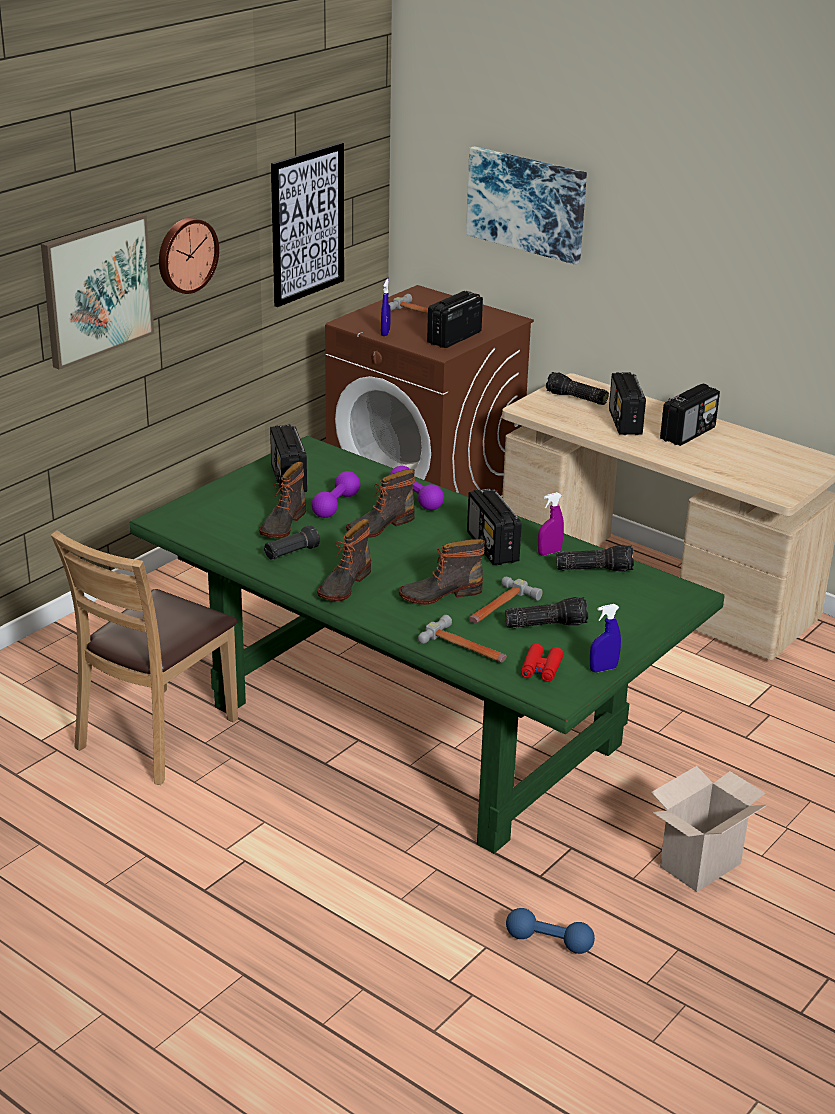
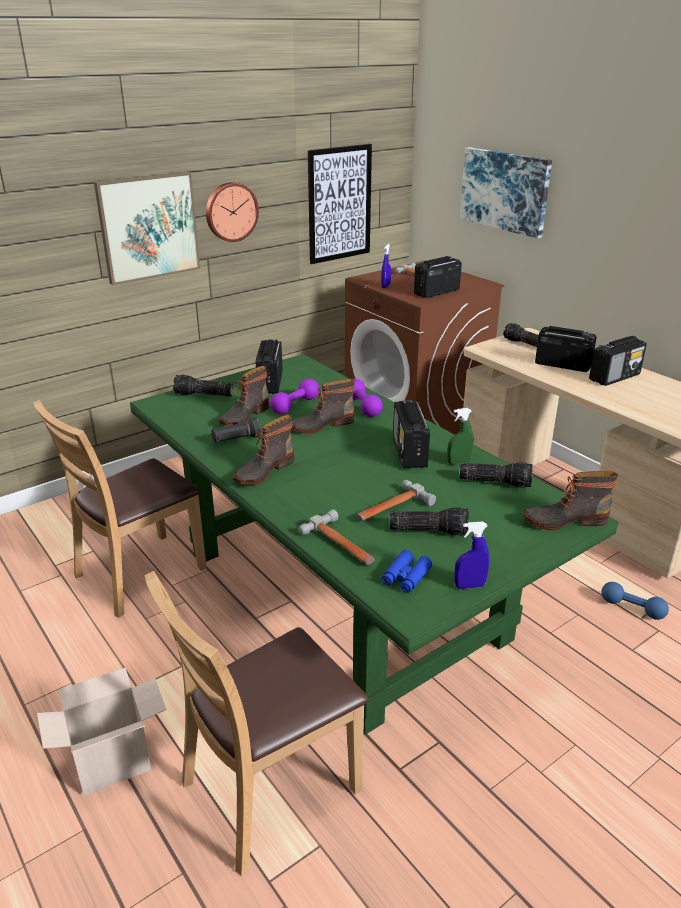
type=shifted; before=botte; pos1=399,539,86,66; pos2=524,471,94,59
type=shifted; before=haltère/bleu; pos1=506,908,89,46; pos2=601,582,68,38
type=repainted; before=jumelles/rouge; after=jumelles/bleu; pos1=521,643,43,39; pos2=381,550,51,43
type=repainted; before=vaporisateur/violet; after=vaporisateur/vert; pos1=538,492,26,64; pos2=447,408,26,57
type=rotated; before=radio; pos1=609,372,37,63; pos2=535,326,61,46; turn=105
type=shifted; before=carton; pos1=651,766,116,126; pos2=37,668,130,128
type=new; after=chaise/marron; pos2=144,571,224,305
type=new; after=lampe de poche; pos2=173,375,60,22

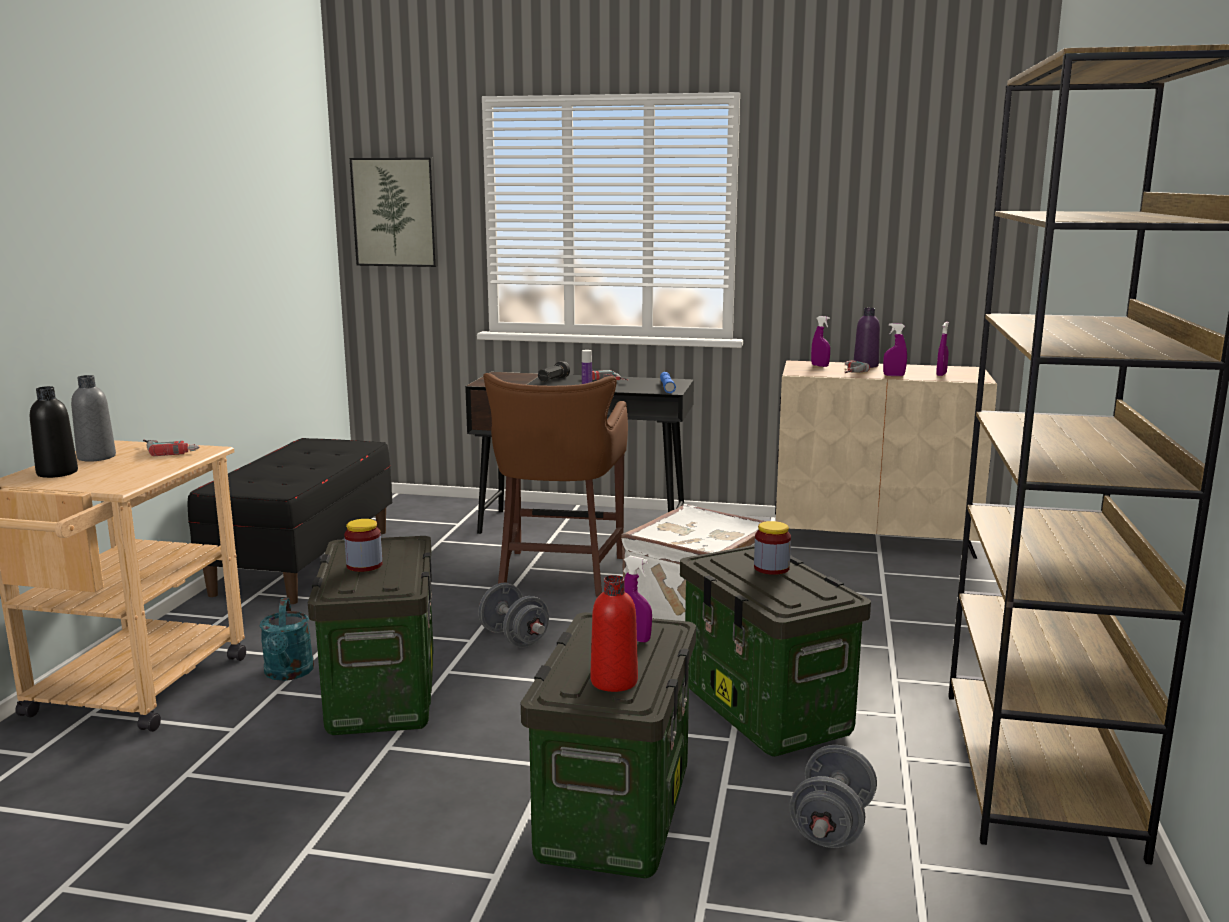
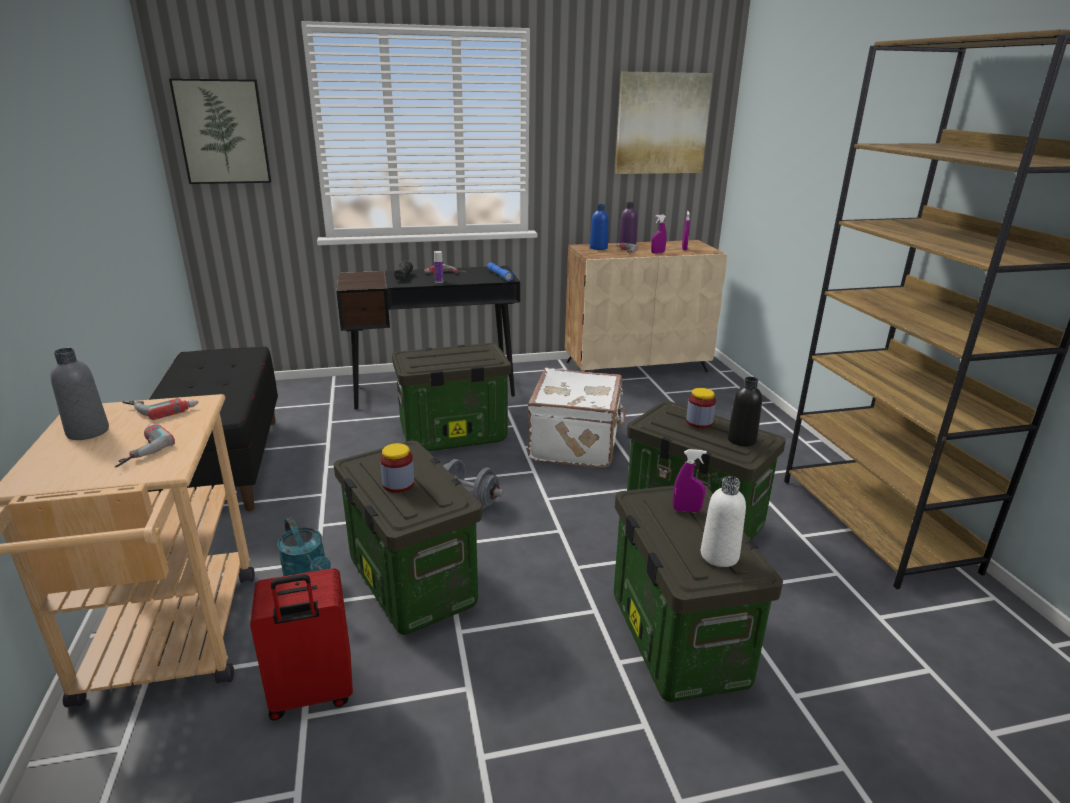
type=shifted; before=bouteille/noir; pos1=30,386,48,92; pos2=727,377,35,69
type=swapped; before=tabouret/marron; after=boîte de rangement; pos1=483,373,145,224; pos2=392,343,119,108
type=repainted; before=bouteille/rouge; after=bouteille/blanc; pos1=590,575,48,117; pos2=701,476,45,91
type=gone; before=haltère/gris; pos1=789,745,88,103
type=swapped; before=vaporisateur/violet; after=bouteille/bleu; pos1=811,316,19,51; pos2=590,204,19,46
type=new; after=perceuse; pos2=115,423,60,45
type=new; after=valise/rouge; pos2=250,568,103,152
type=new; after=tableau; pos2=615,72,98,102

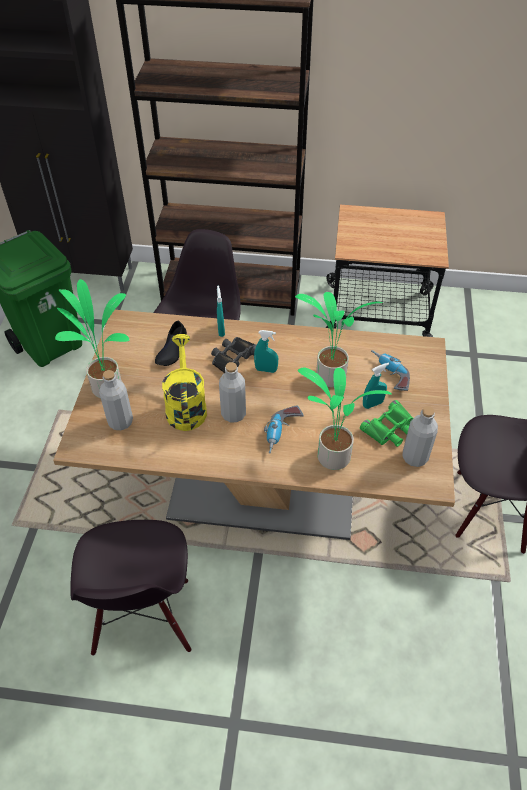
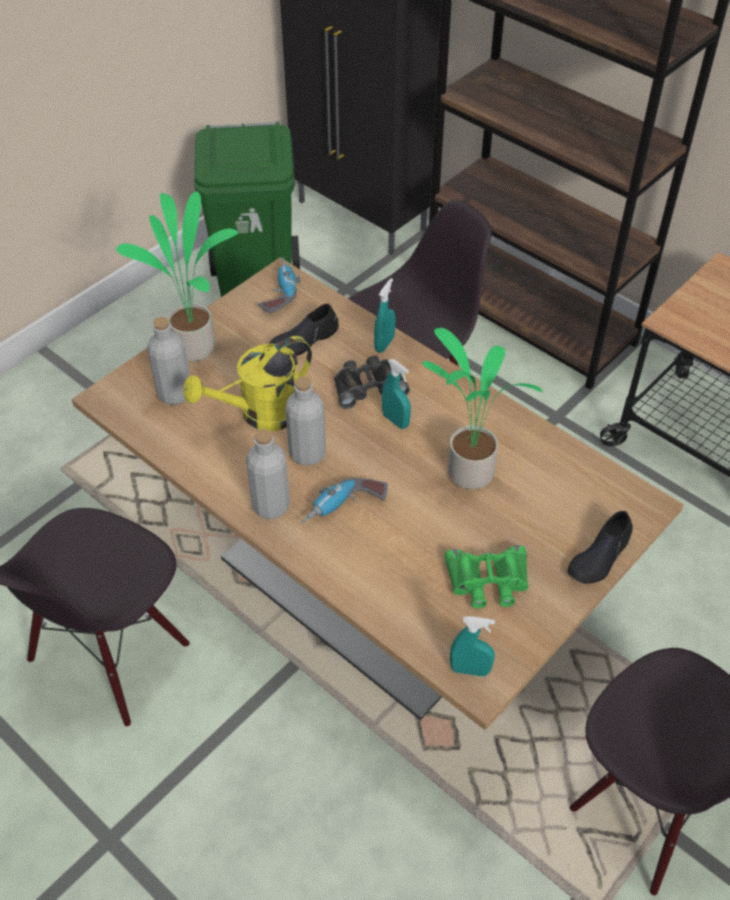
type=rotated; before=arrosoir/jaune; pos1=162,334,45,97; pos2=183,336,129,95; turn=-150
type=gone; before=plante en pot; pos1=298,367,94,103
type=shifted; before=vaporisateur/turquoise; pos1=363,363,26,46; pos2=450,616,45,60
type=shifted; before=perceuse; pos1=371,350,39,41; pos2=258,258,42,55
type=shifted; before=bouteille/gris; pos1=402,406,36,61; pos2=246,429,44,90
type=new; after=chaussure/noir; pos2=568,511,65,73

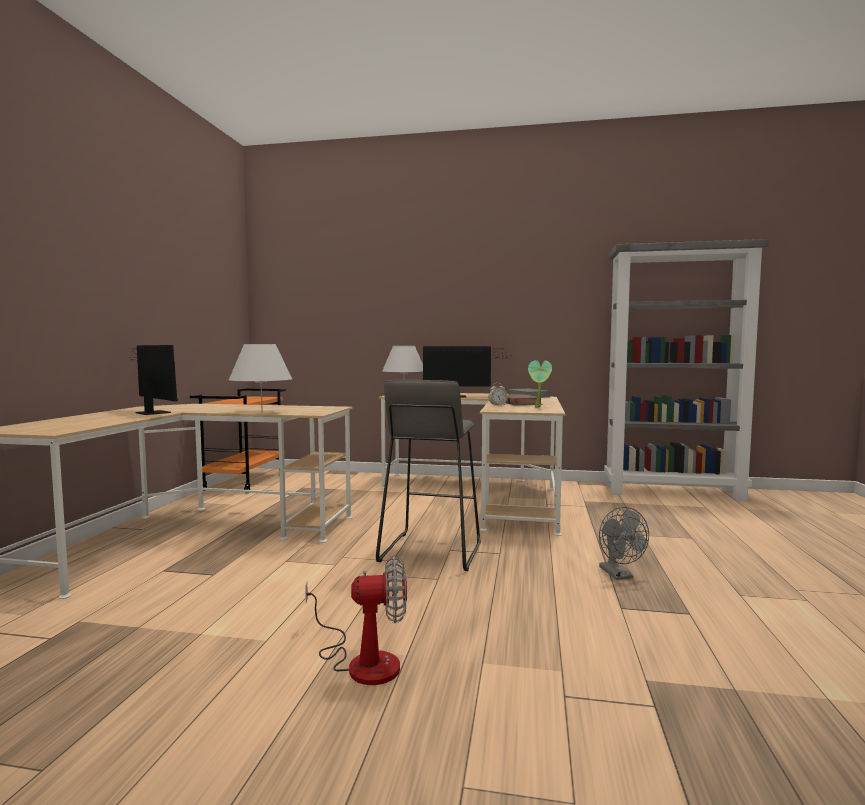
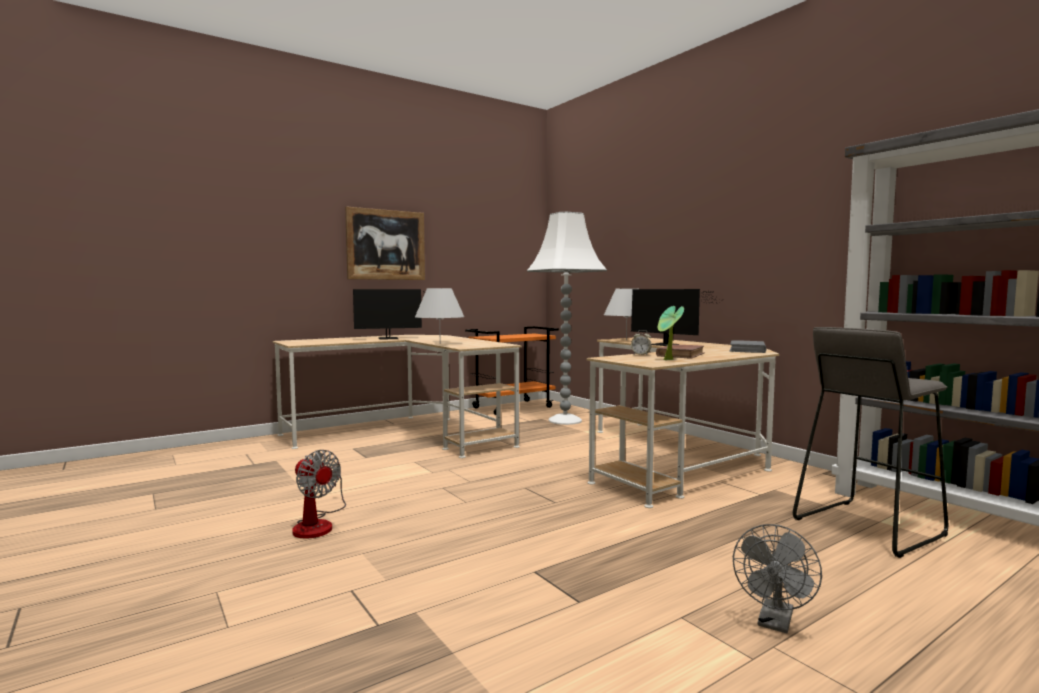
type=rotated; before=écran d'ordinateur; pos1=131,345,47,70; pos2=353,289,71,51; turn=75
type=shifted; before=tabouret/gris; pos1=376,380,105,191; pos2=793,327,155,231
type=shifted; before=ventilateur/gris; pos1=599,507,50,73; pos2=733,524,89,109
type=new; after=tableau; pos2=345,206,80,74
type=new; after=lampadaire/blanc; pos2=527,212,80,213

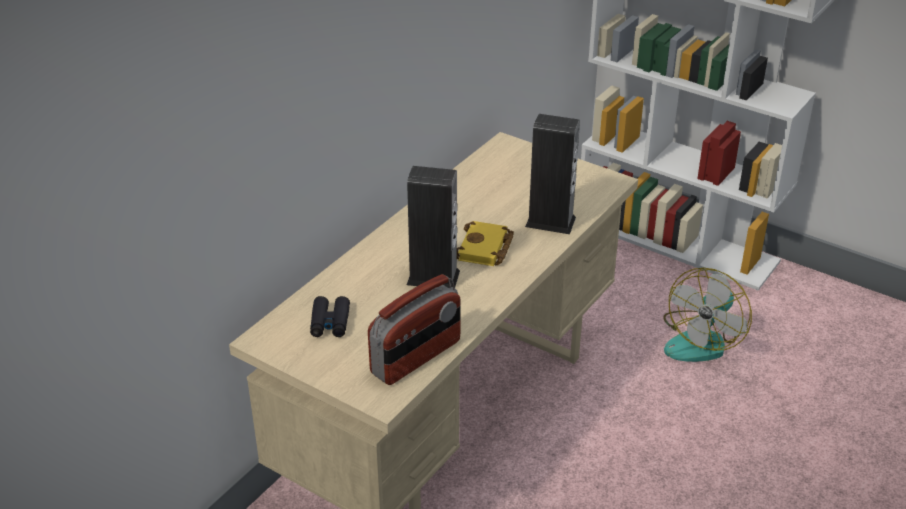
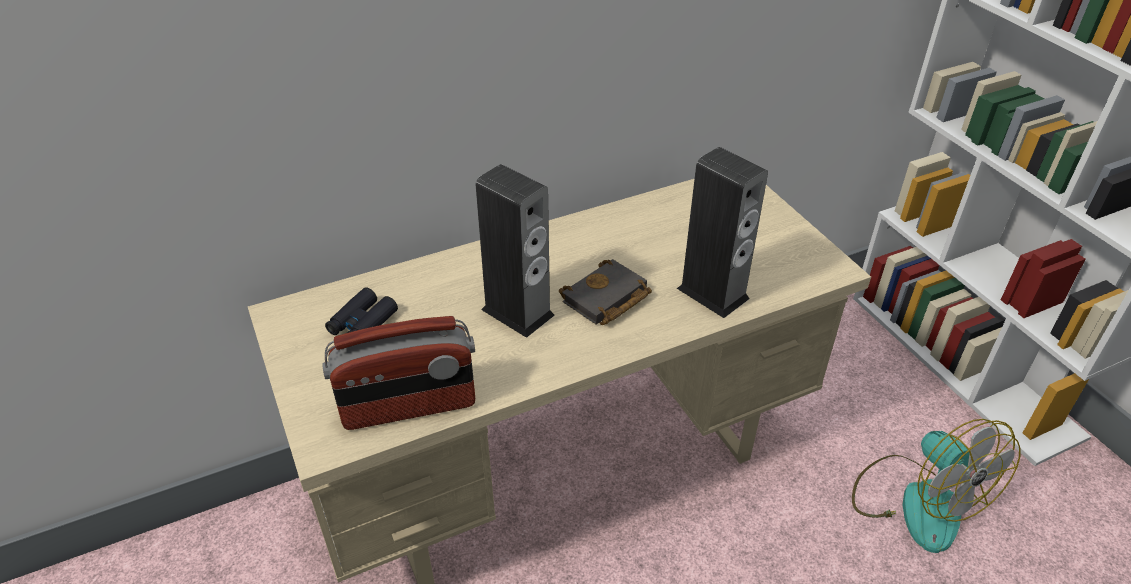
type=repainted; before=livre/jaune; after=livre/noir; pos1=457,221,57,45; pos2=559,259,93,66
type=rotated; before=ventilateur; pos1=663,268,89,94; pos2=852,419,169,134; turn=-90

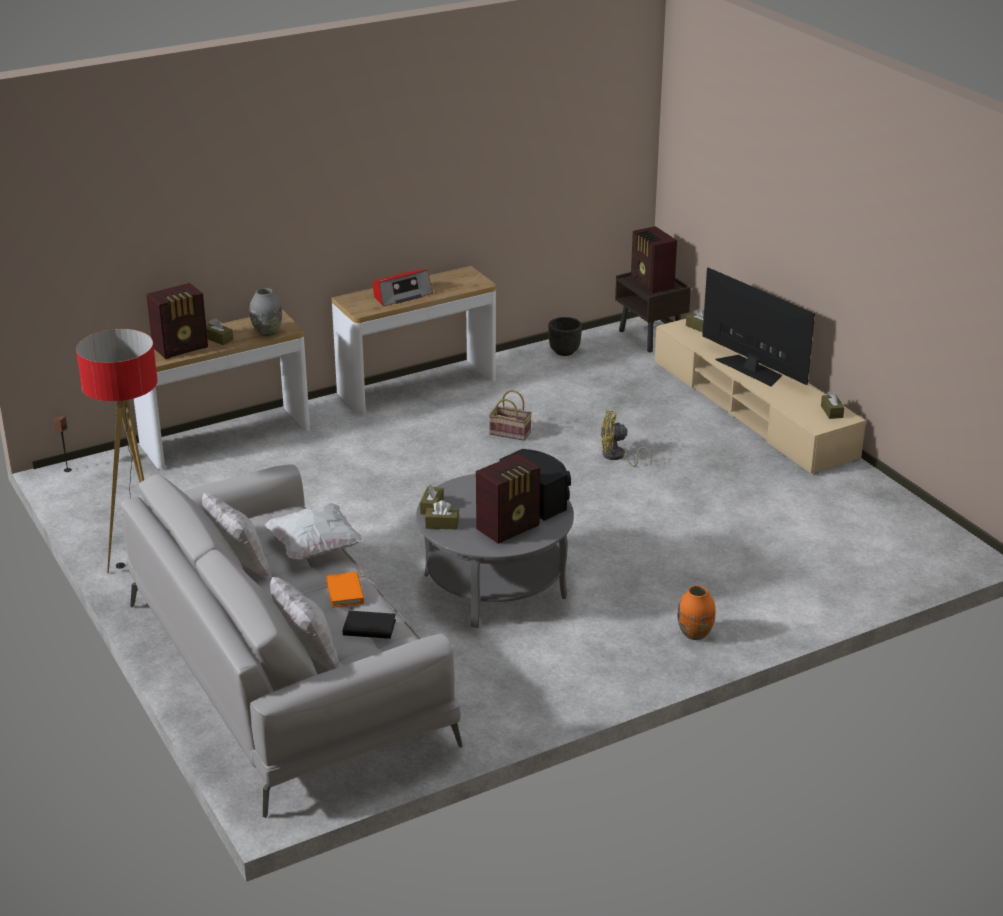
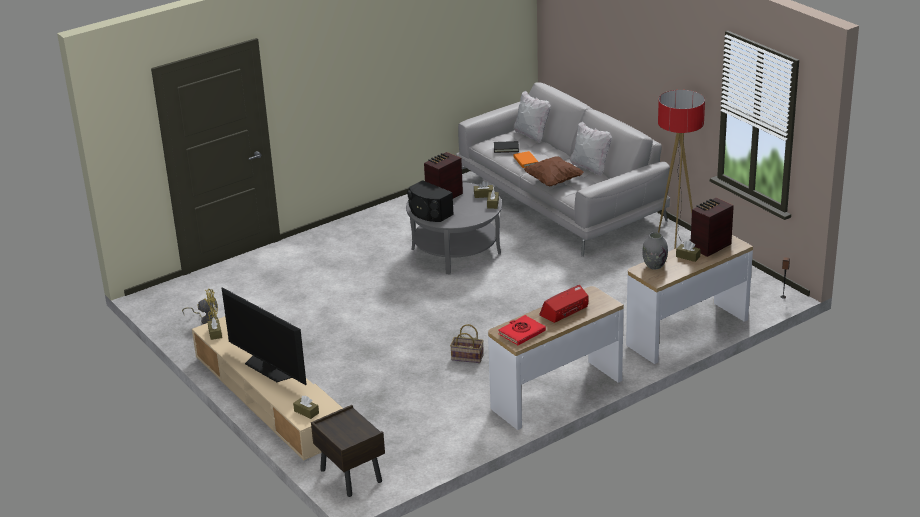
type=repainted; before=coussin/blanc; after=coussin/marron; pos1=265,503,97,58; pos2=524,156,60,30
type=gone; before=cache-pot/noir; pos1=548,317,34,39
type=shifted; before=ventilateur/jaune; pos1=601,410,51,57; pos2=182,289,36,35
type=gone; before=radio; pos1=631,226,46,68
type=gone; before=vase/orange; pos1=677,585,38,55
type=new; after=livre/rouge; pos2=498,315,48,30

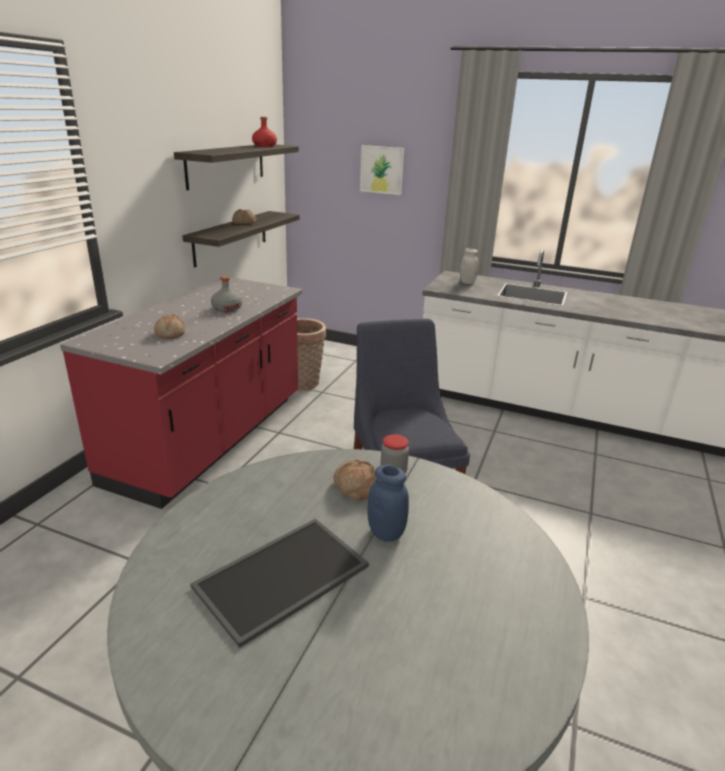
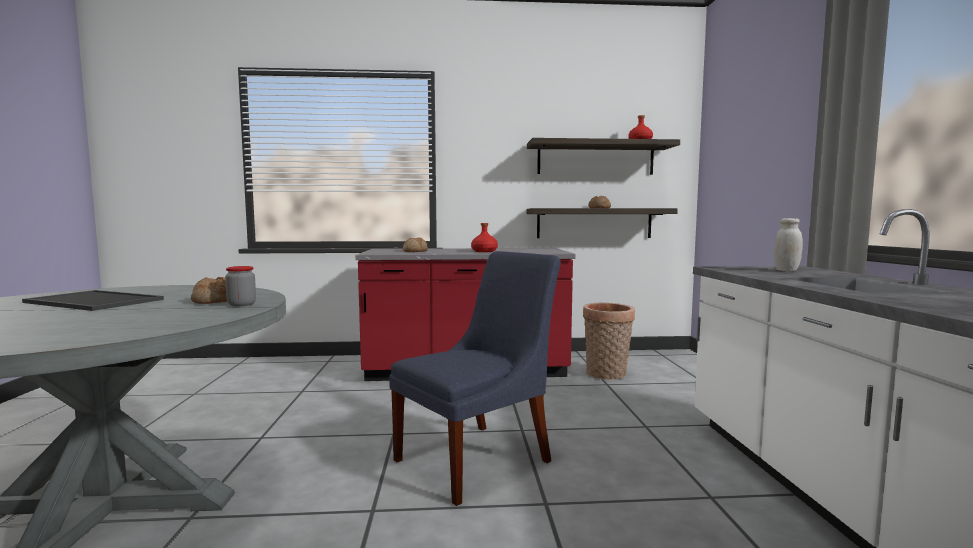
type=repainted; before=bouteille/gris; after=bouteille/rouge; pos1=211,276,31,36; pos2=471,223,27,29
type=gone; before=tableau; pos1=360,145,44,50
type=gone; before=bocal/bleu; pos1=367,464,42,78

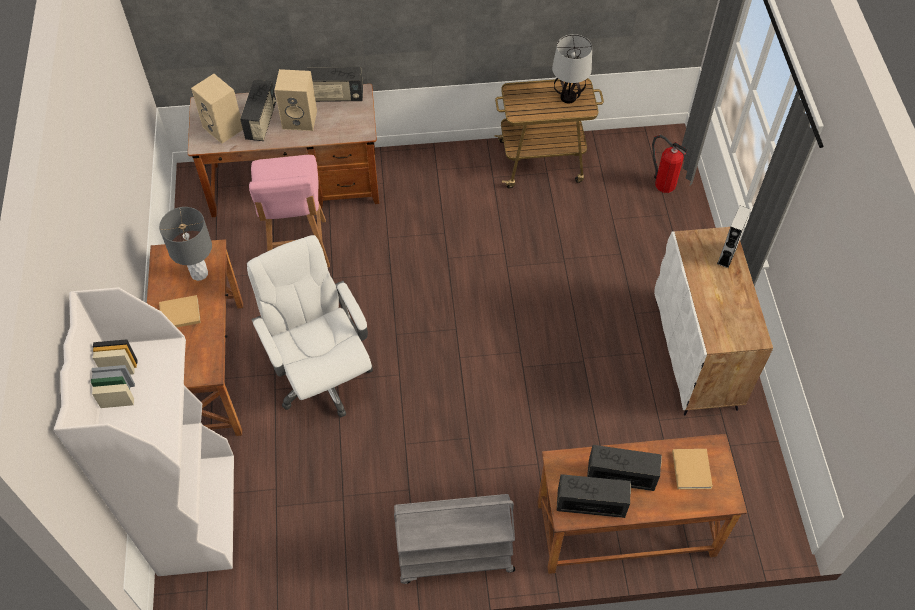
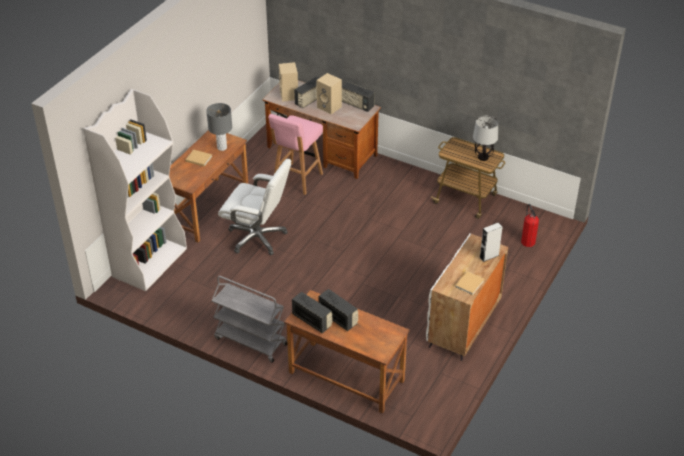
type=rotated; before=chaise de bureau/blanc; pos1=247,235,126,182; pos2=218,159,73,96; turn=105
type=shifted; before=livre/beige; pos1=672,449,41,40; pos2=455,271,29,24

